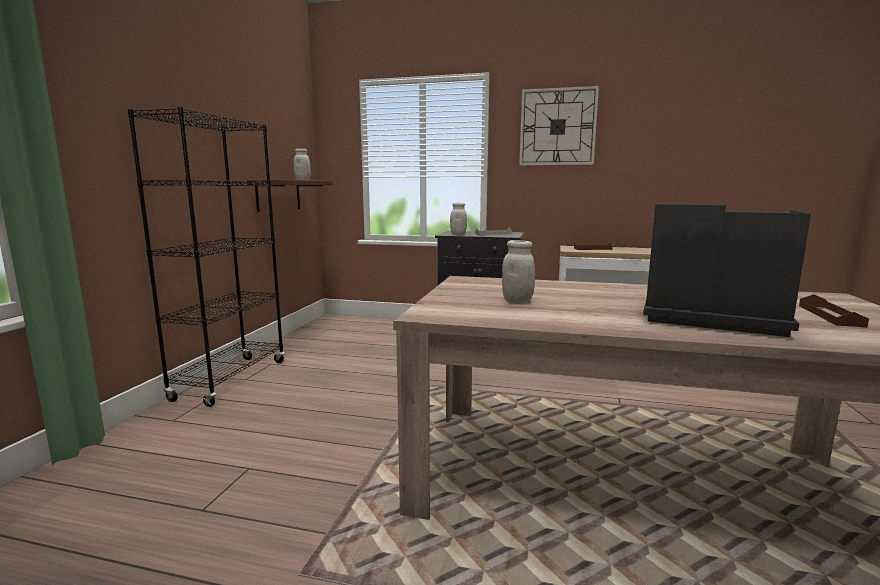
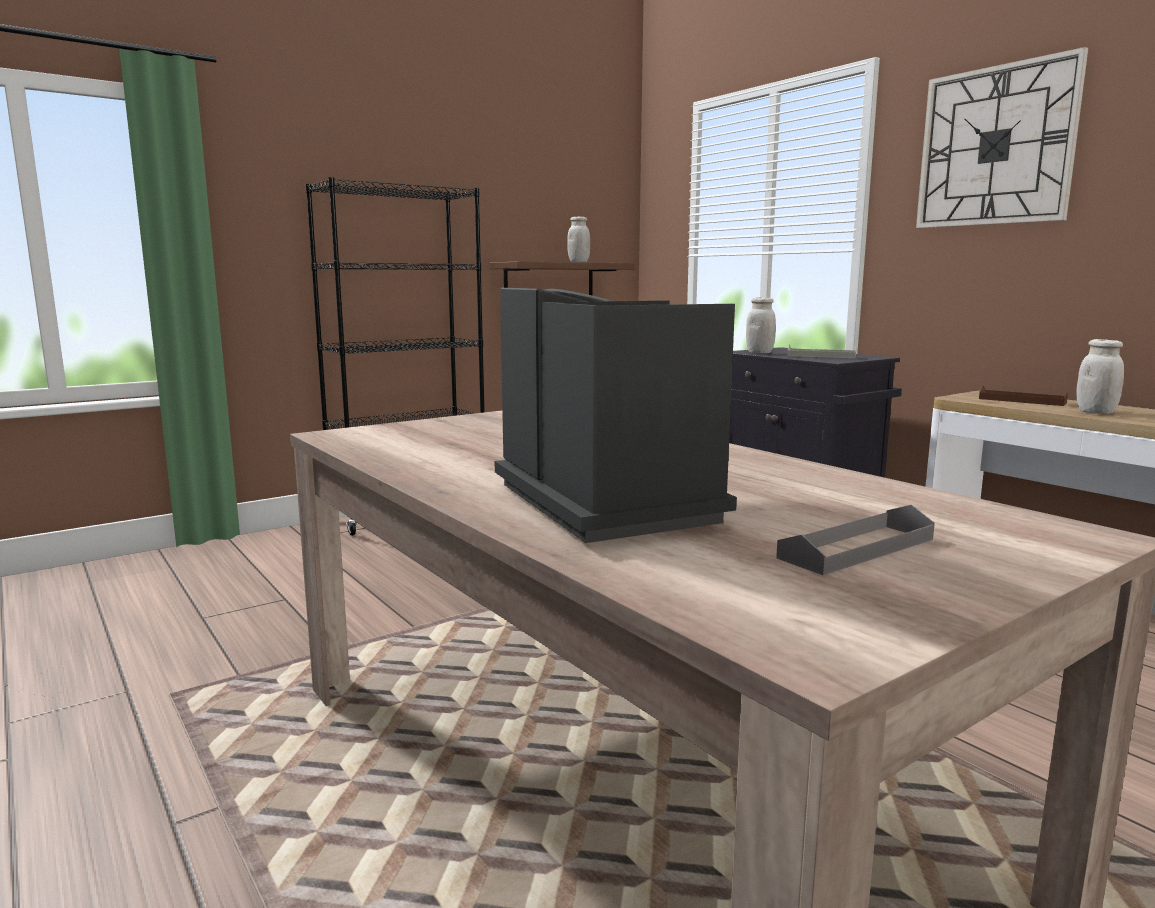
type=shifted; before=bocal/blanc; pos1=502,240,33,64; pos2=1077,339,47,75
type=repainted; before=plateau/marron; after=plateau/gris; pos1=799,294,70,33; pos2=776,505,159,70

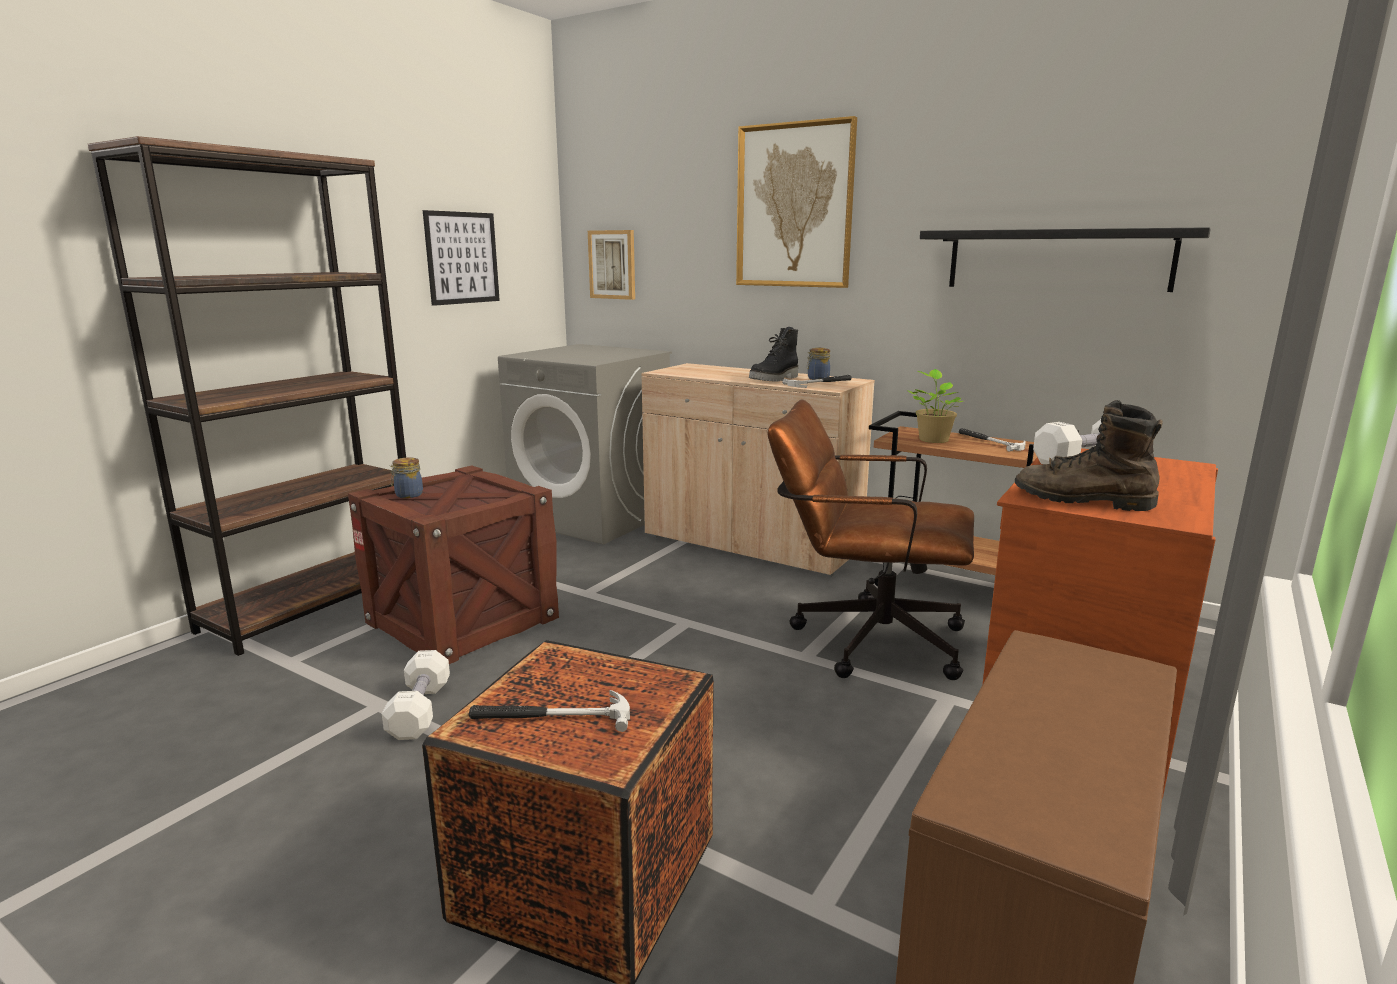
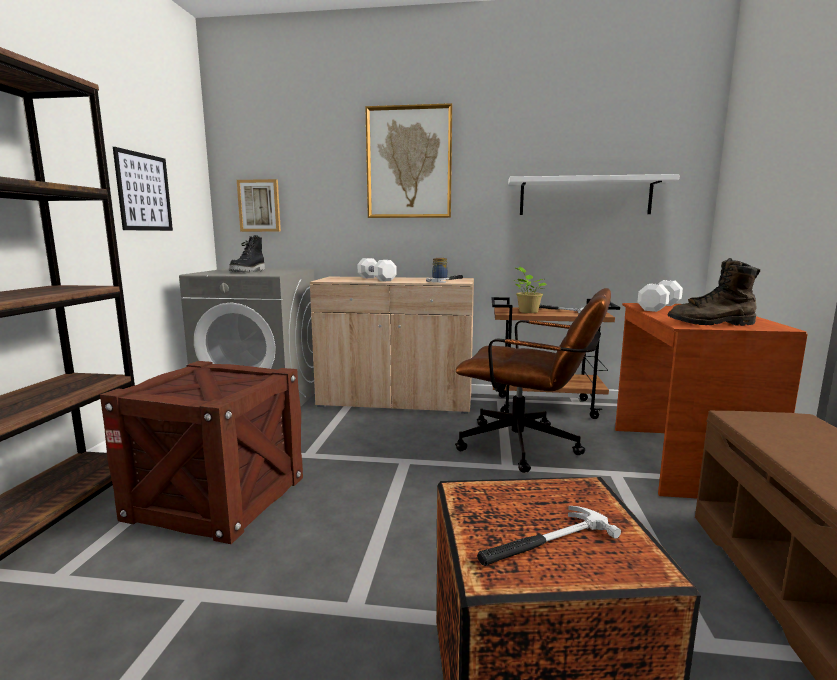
type=shifted; before=haltère/blanc; pos1=382,650,68,90; pos2=357,258,40,24
type=gone; before=bocal; pos1=390,457,33,41
type=shifted; before=botte/noir; pos1=749,327,49,55; pos2=229,235,36,37
type=rotated; before=chaise de bureau/marron; pos1=767,399,207,281; pos2=455,288,156,185; turn=-150
type=repainted; before=étagère/noir; after=étagère/blanc; pos1=920,227,291,65; pos2=508,174,172,41

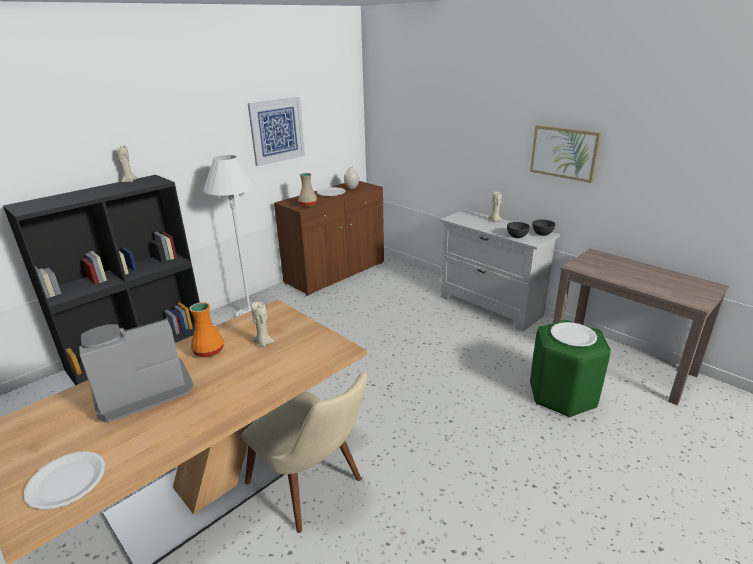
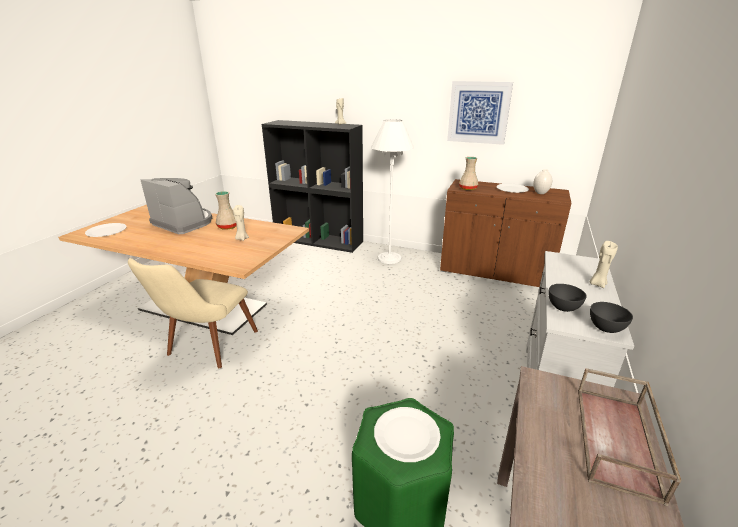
type=repainted; before=vase/orange; after=vase/beige; pos1=189,302,35,56; pos2=215,191,22,39
type=gone; before=tableau; pos1=530,125,72,58
type=new; after=plateau/marron; pos2=578,368,104,138

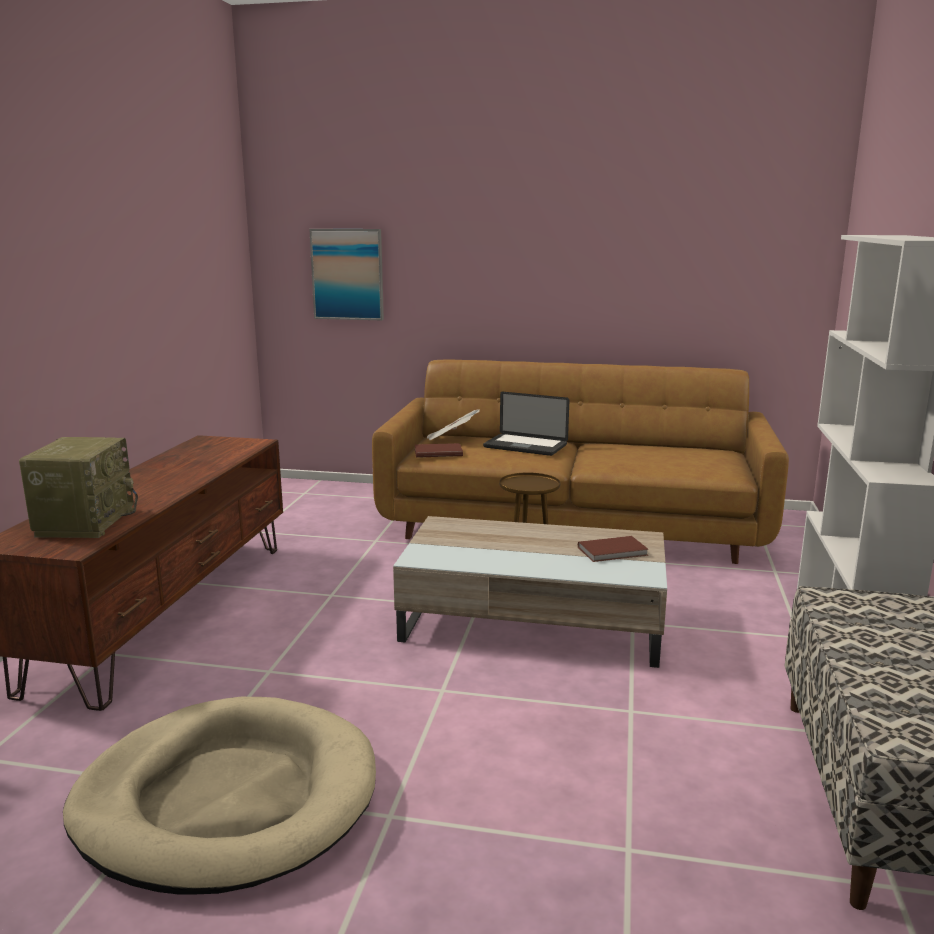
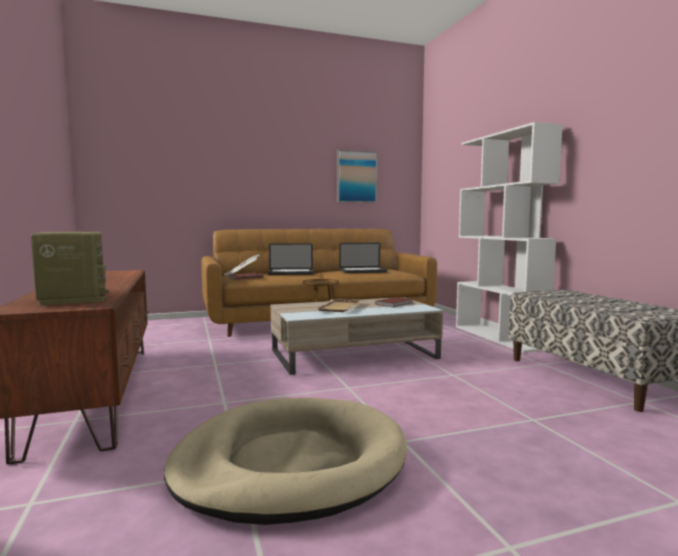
type=shifted; before=tableau; pos1=309,229,75,91; pos2=337,150,40,53
type=new; after=plateau/beige; pos2=314,299,50,13
type=new; after=ordinateur portable; pos2=339,243,48,30

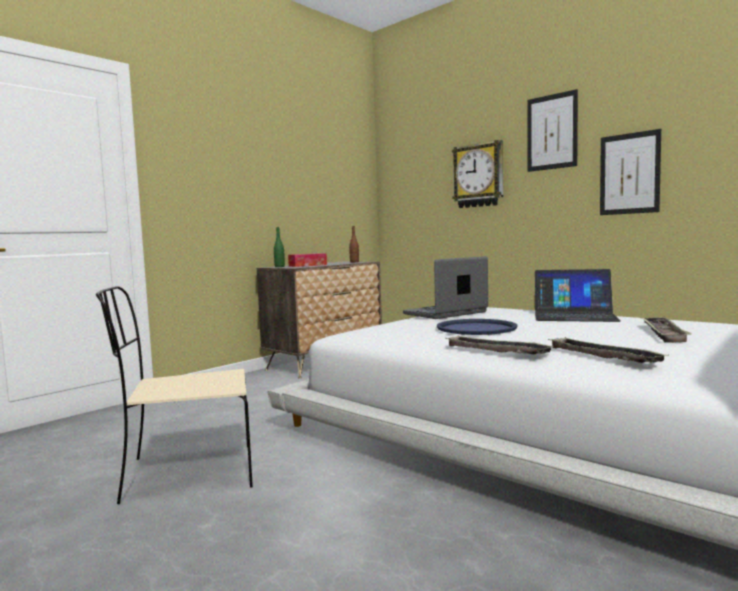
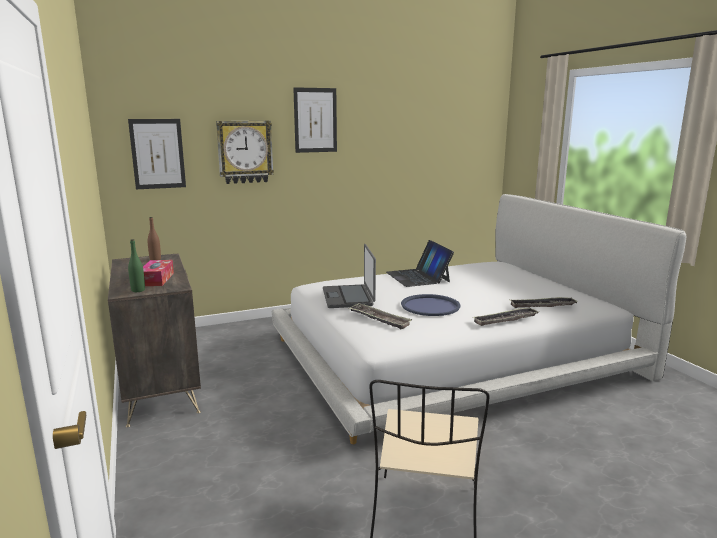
type=rotated; before=ordinateur portable; pos1=535,269,86,53; pos2=386,240,68,47; turn=120
type=shifted; before=tableau; pos1=600,129,61,86; pos2=128,119,58,70
type=shifted; before=plateau; pos1=641,317,51,26; pos2=349,303,63,26

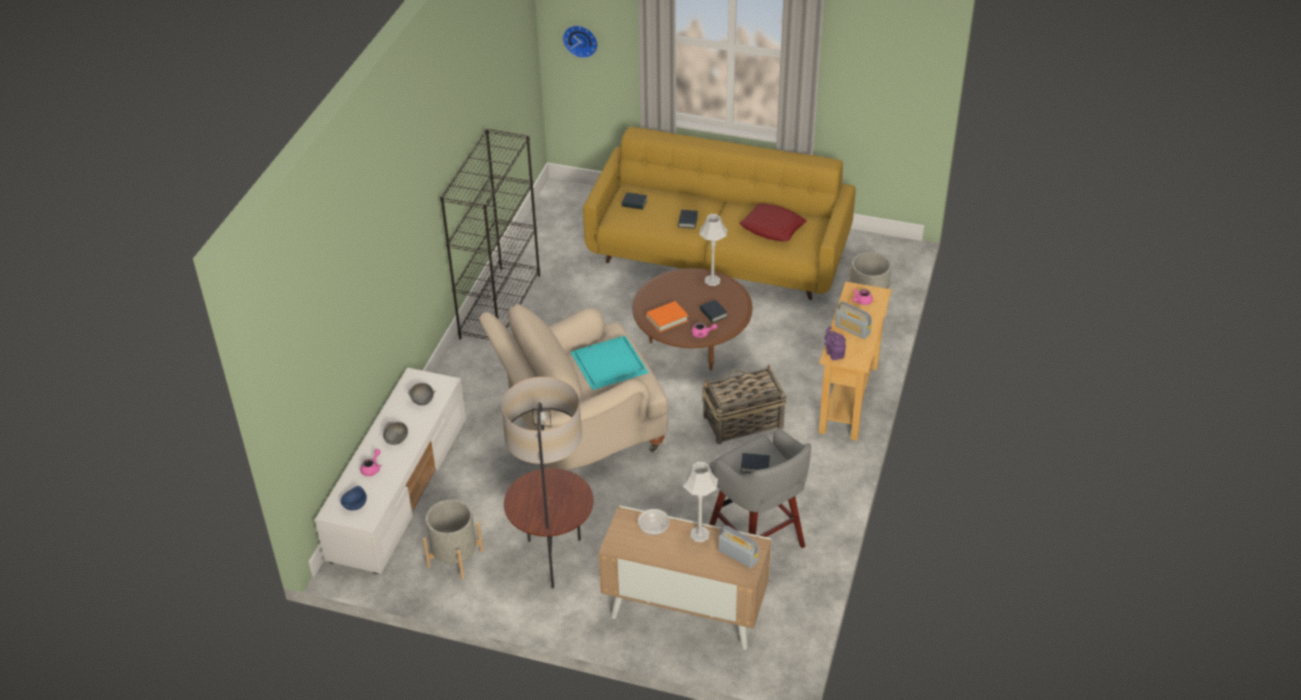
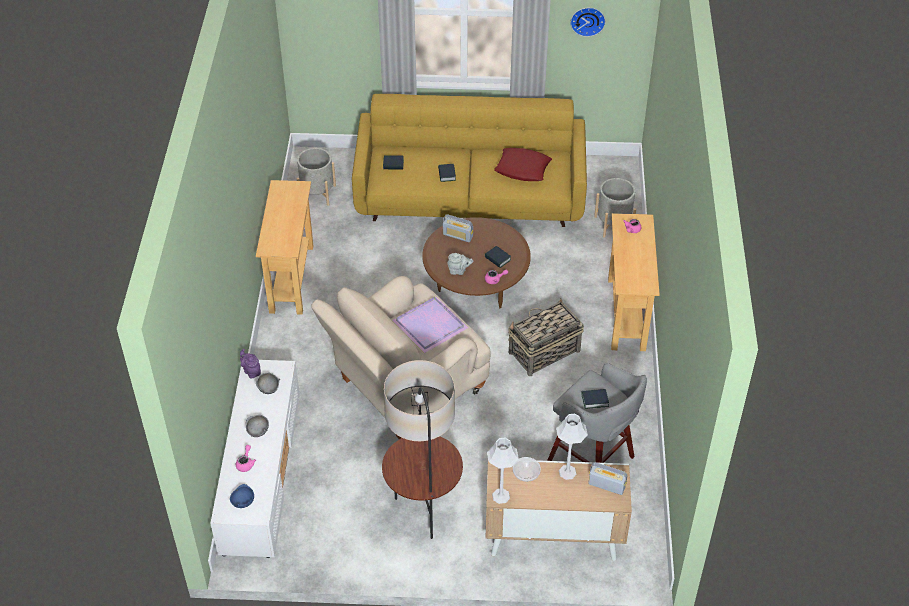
type=shifted; before=cache-pot/gris; pos1=423,499,61,81; pos2=297,148,39,58
type=swapped; before=bibliothèque/noir; after=table console/beige; pos1=440,128,100,212; pos2=256,180,58,135
type=shifted; before=horloge murale; pos1=562,25,36,33; pos2=570,8,36,29
type=repainted; before=plateau/turquoise; after=plateau/violet; pos1=570,336,79,54; pos2=392,296,76,57
type=swapped; before=livre/orange; after=théière/gris; pos1=646,301,42,32; pos2=447,253,26,22
type=shifted; before=lampe de table/gris; pos1=699,214,28,72; pos2=487,438,32,66
type=shifted; before=théière/violet; pos1=825,326,21,34; pos2=240,349,21,30
type=shifted; before=radio; pos1=835,302,37,37; pos2=443,214,30,28

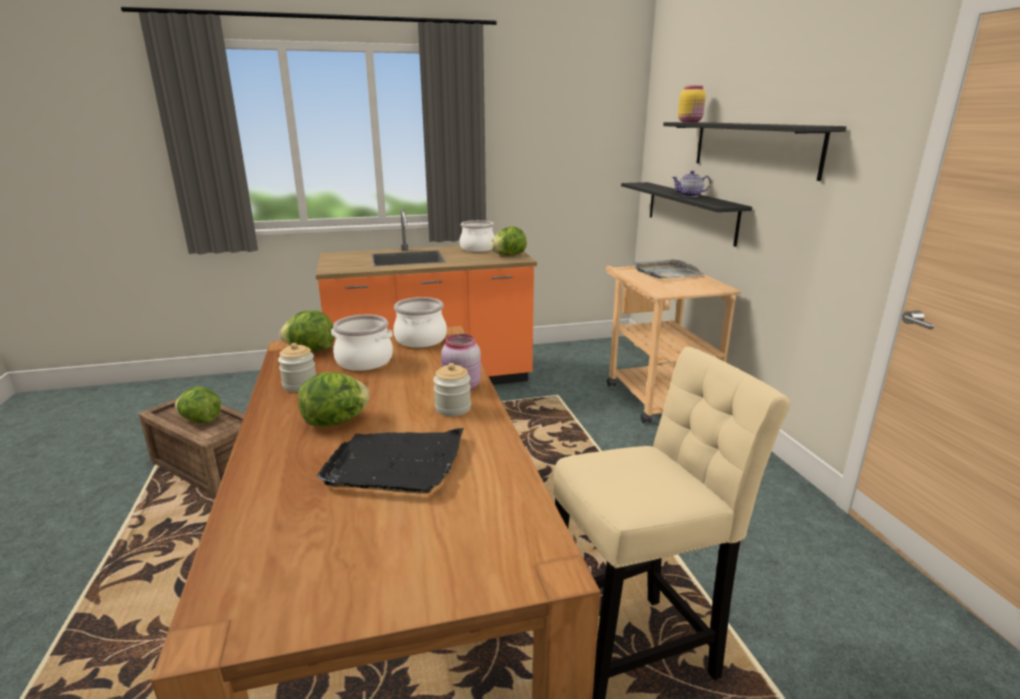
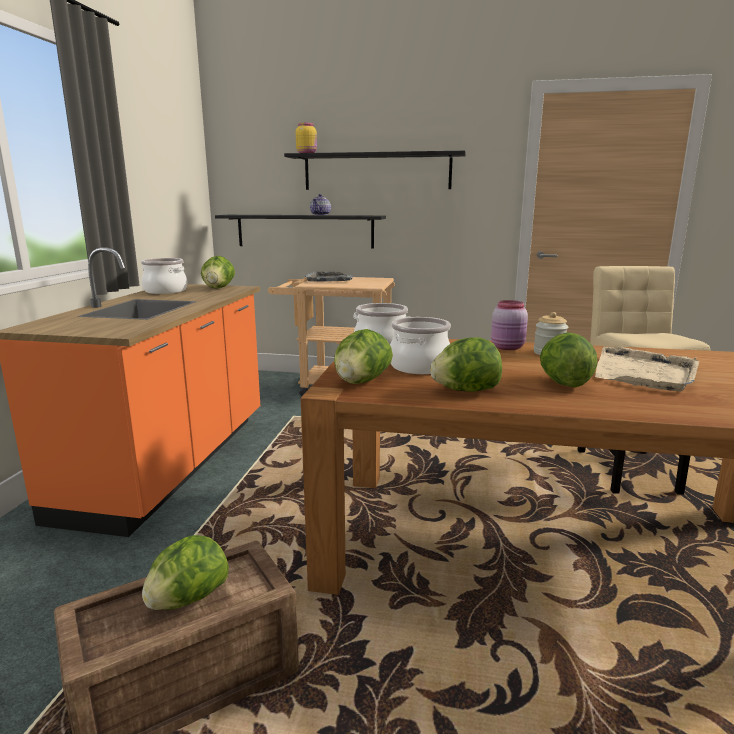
type=swapped; before=bocal; after=laitue; pos1=278,343,38,49; pos2=431,337,71,55
type=repainted; before=plateau/noir; after=plateau/beige; pos1=317,428,147,66; pos2=595,346,104,45

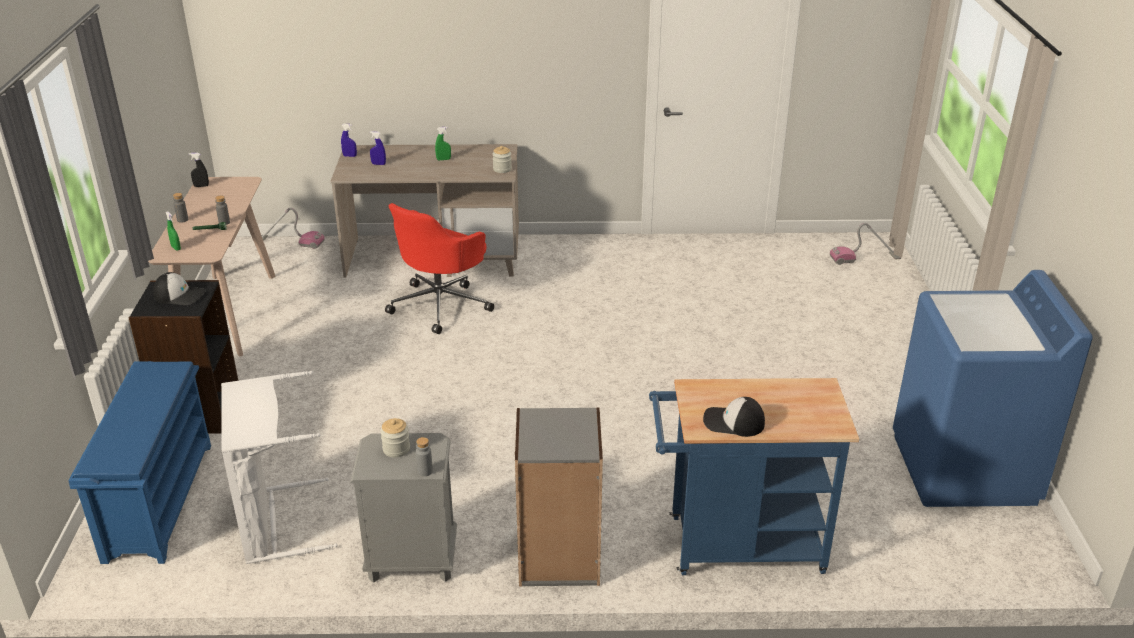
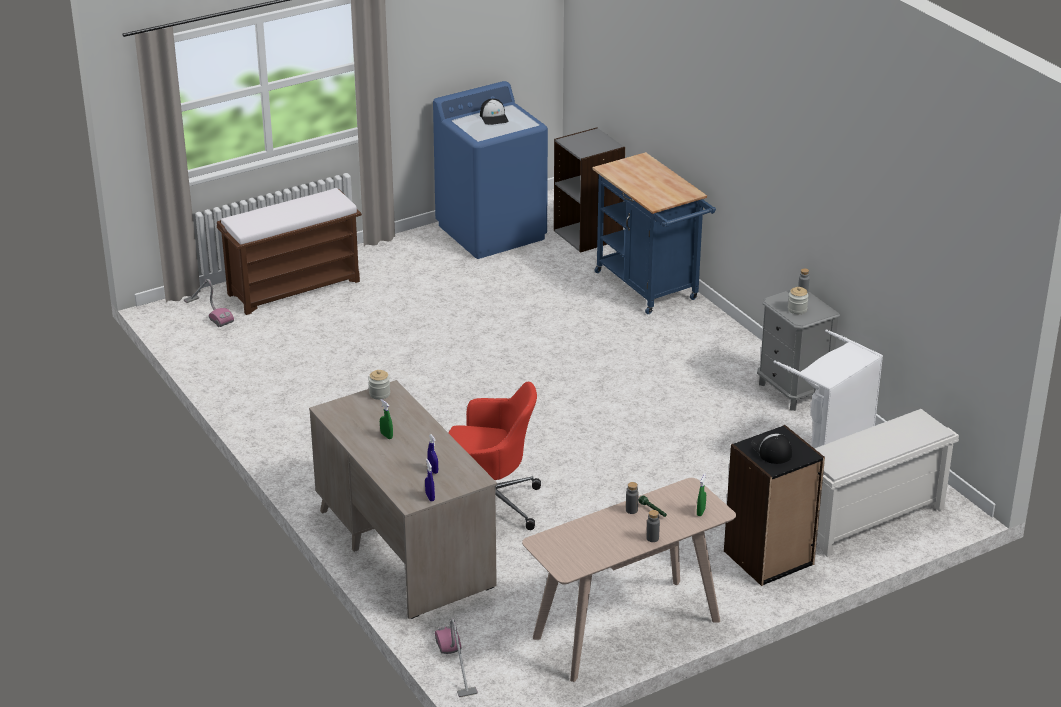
type=repainted; before=étagère à chaussures/bleu; after=étagère à chaussures/blanc; pos1=68,361,143,203; pos2=814,409,145,148
type=gone; before=vaporisateur/noir; pos1=189,153,20,34
type=shifted; before=bibliothèque/gris; pos1=515,407,88,180; pos2=554,128,71,125
type=shifted; before=casquette; pos1=703,397,62,40; pos2=480,99,29,26
type=new; after=banc/marron; pos2=217,188,145,127

